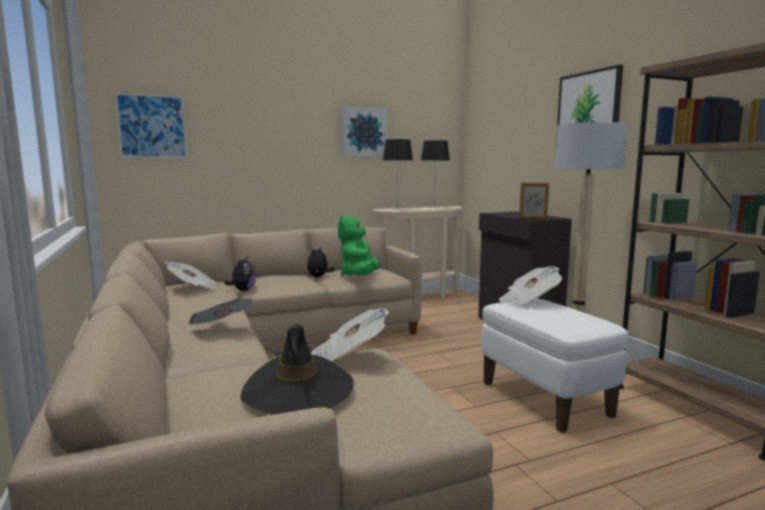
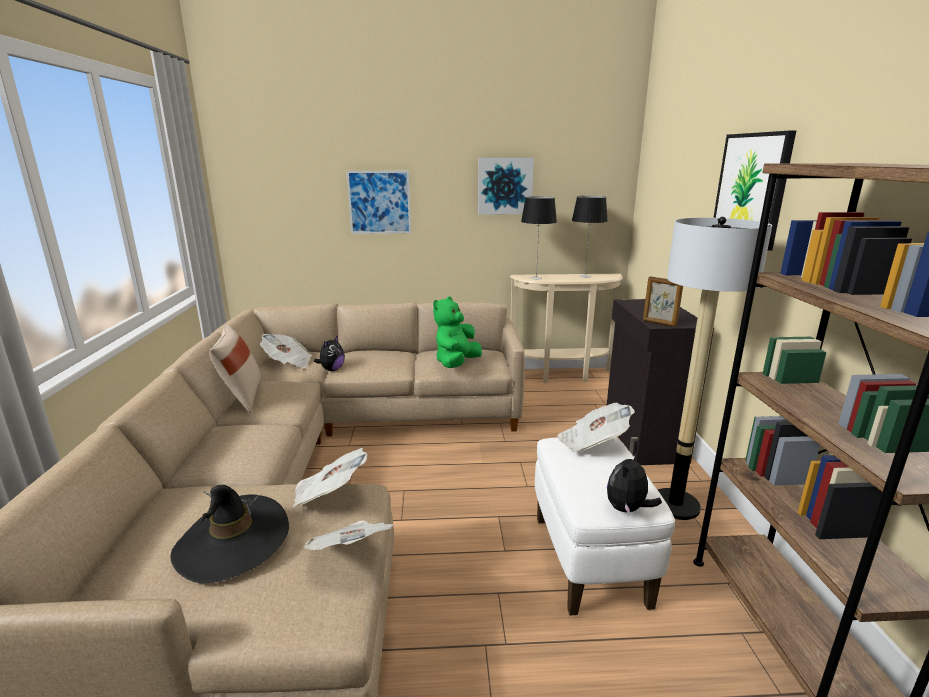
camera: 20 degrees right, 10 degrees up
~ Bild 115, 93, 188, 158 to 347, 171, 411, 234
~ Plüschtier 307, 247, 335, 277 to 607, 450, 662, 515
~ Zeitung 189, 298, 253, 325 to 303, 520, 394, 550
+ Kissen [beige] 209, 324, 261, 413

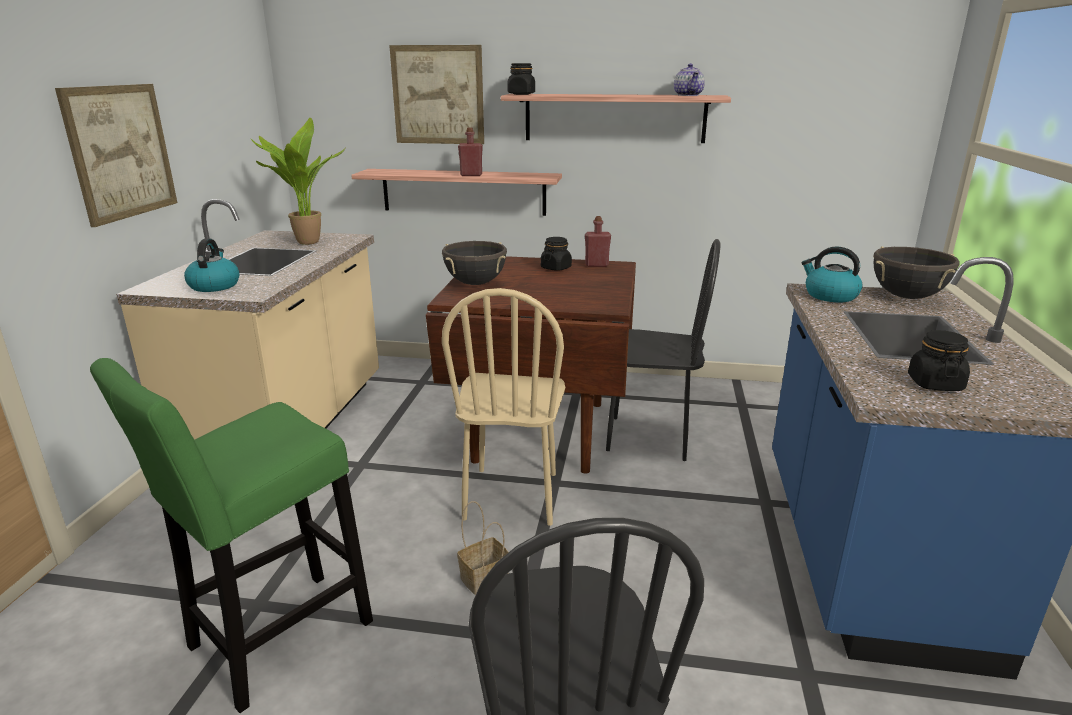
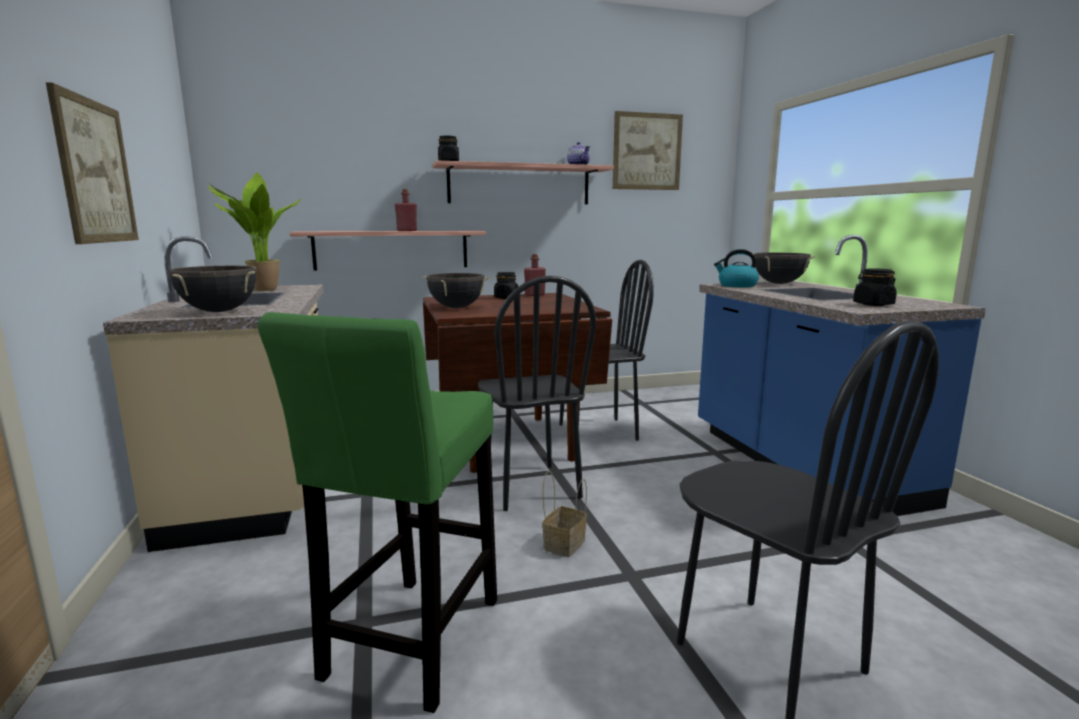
camera: 25 degrees left, 10 degrees down
~ Bild 389, 45, 484, 144 to 613, 111, 683, 190
~ Wasserkessel 184, 239, 239, 292 to Kochtopf [schwarz] 169, 266, 257, 312
~ Stuhl [beige] 442, 288, 565, 526 to Stuhl [schwarz] 478, 276, 596, 511

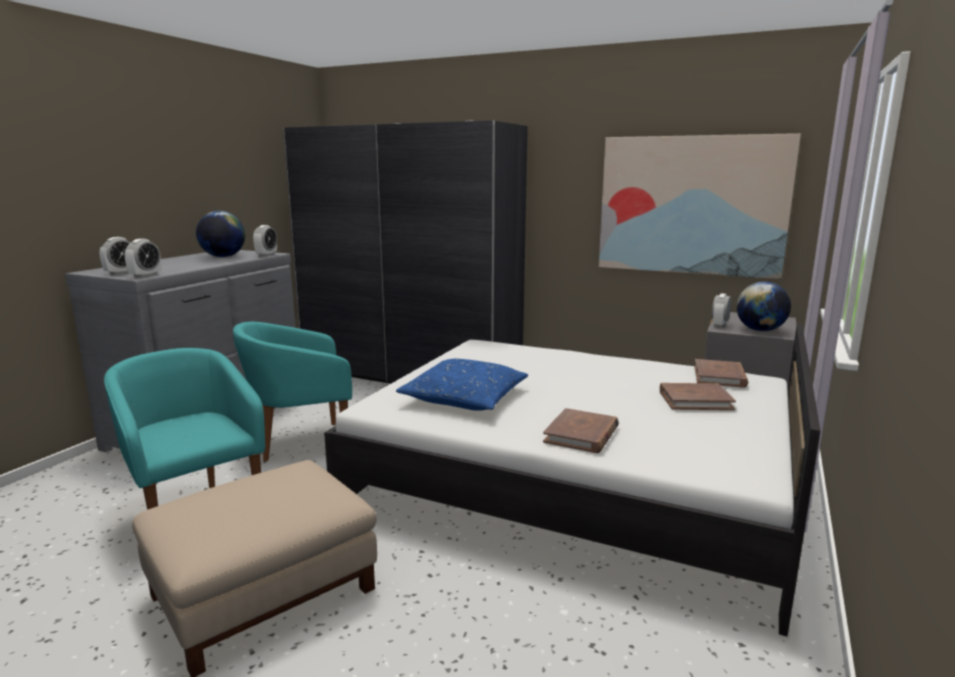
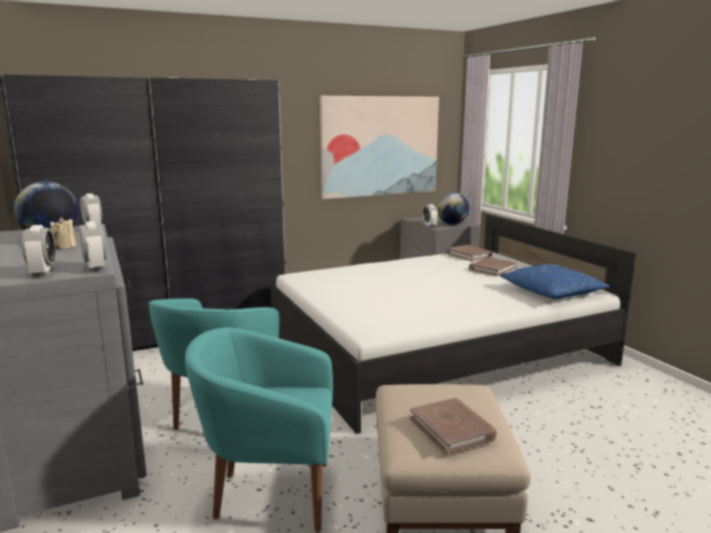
camera: 50 degrees left, 0 degrees up
~ Kissen [blau] 396, 359, 528, 411 to 499, 264, 610, 299
~ Buch [braun] 543, 408, 619, 453 to 410, 398, 497, 454
+ Kerze [beige] 50, 217, 76, 248

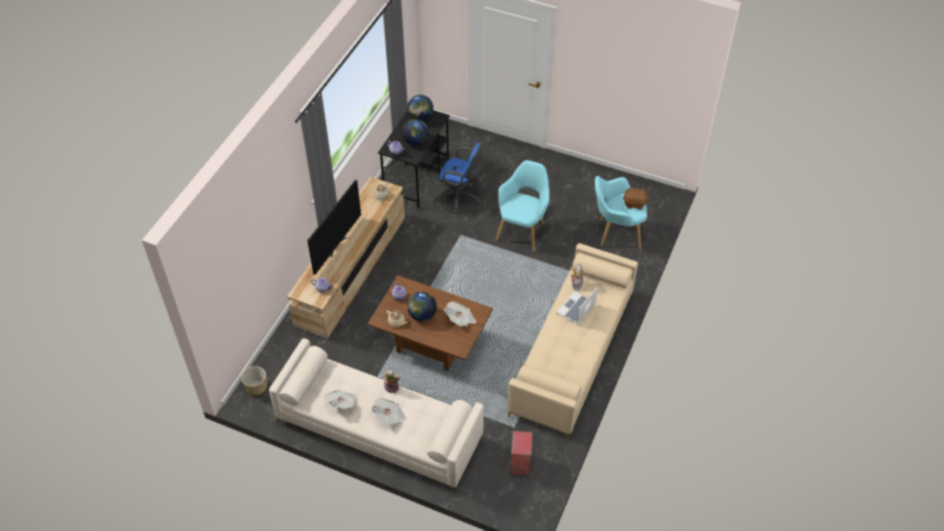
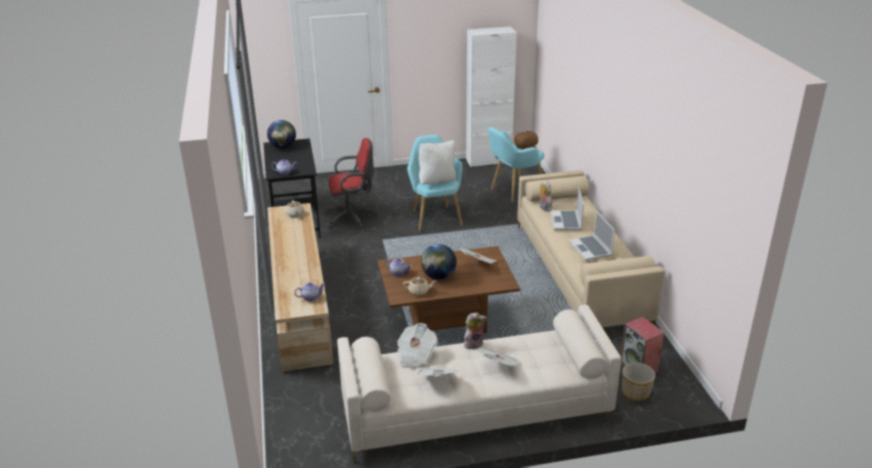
camera: 35 degrees left, 20 degrees down
- Globus 402, 119, 428, 145
~ Bürostuhl [blau] 433, 143, 482, 214 to Bürostuhl [rot] 325, 138, 376, 229
- Fernseher 307, 180, 361, 275
~ Pflanzkübel 241, 366, 267, 395 to 622, 363, 655, 401
+ Schrank [weiß] 466, 26, 517, 167
+ Kissen [weiß] 419, 140, 456, 184
+ Laptop 569, 211, 615, 261
+ Zeitung 397, 323, 437, 367

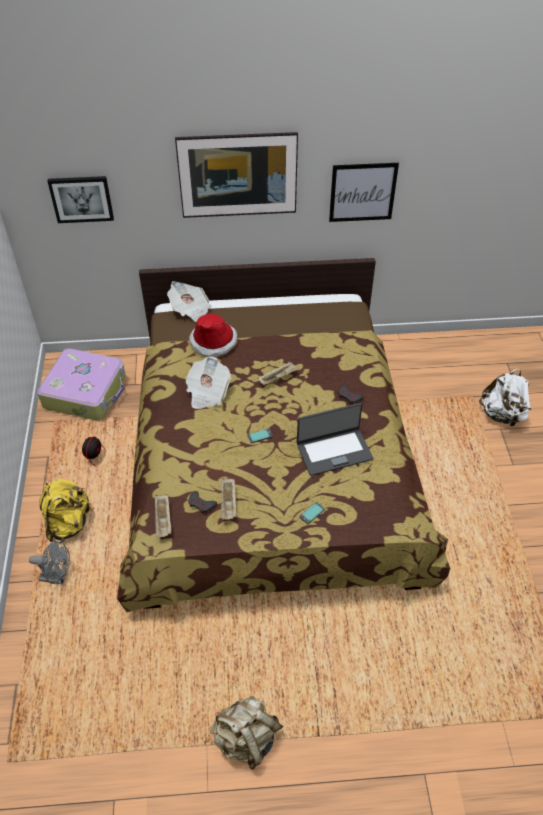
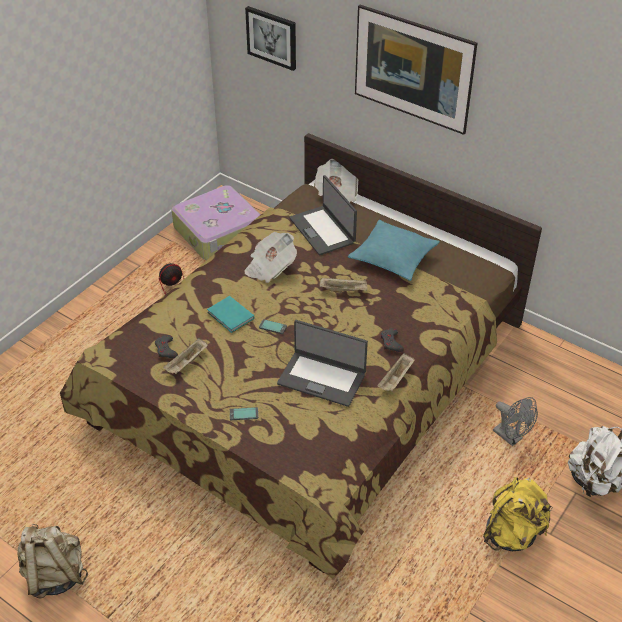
camera: 40 degrees right, 5 degrees down
- Bild 329, 163, 399, 222
~ Hut 189, 314, 238, 357 to Laptop 289, 175, 357, 255
~ Rucksack [gelb] 39, 478, 92, 543 to 483, 477, 553, 551
~ Tablett [beige] 155, 494, 171, 537 to 377, 353, 415, 391
~ Ventilator [grau] 29, 539, 70, 584 to 493, 397, 538, 446
+ Kissen [türkis] 348, 220, 440, 281
+ Buch [türkis] 207, 296, 254, 333

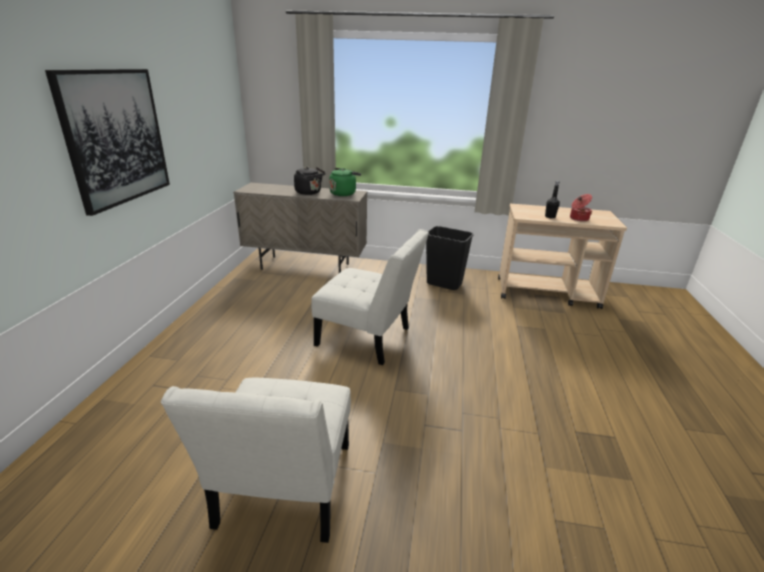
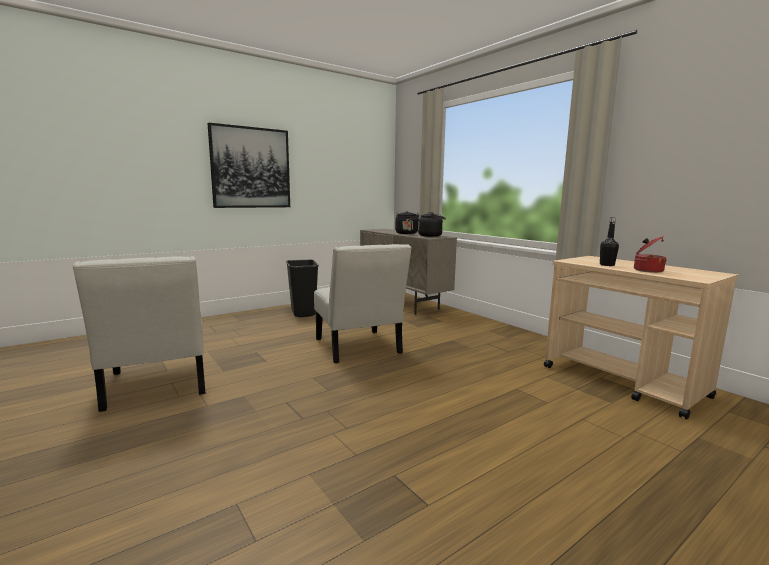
camera: 45 degrees right, 15 degrees down
~ Wasserkessel [grün] 329, 168, 361, 196 to Wasserkessel [schwarz] 418, 212, 446, 237
~ Mülleimer [schwarz] 426, 226, 473, 290 to 286, 260, 319, 317
~ Stuhl [weiß] 161, 378, 351, 543 = 73, 256, 205, 412 75 degrees counterclockwise

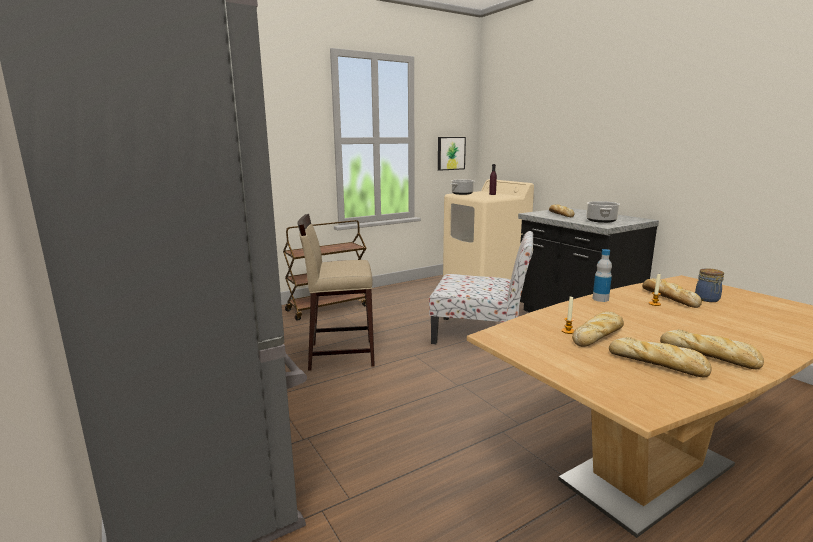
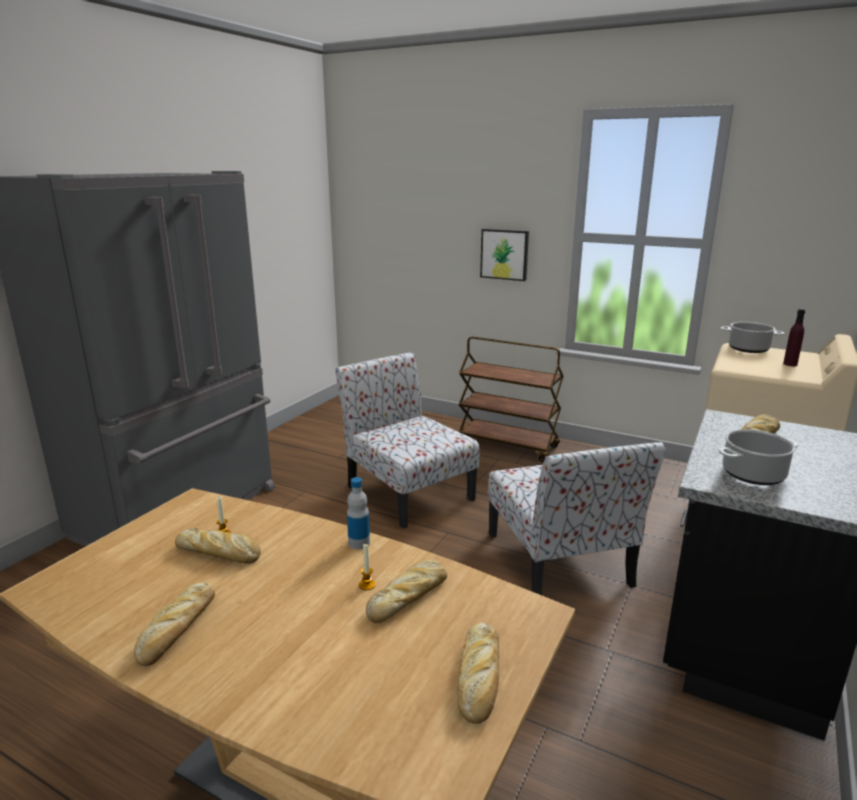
camera: 60 degrees right, 5 degrees up
~ Bild 438, 137, 466, 171 to 480, 229, 529, 281
~ Hocker [beige] 297, 214, 375, 371 to Stuhl 336, 352, 480, 529
- Vorratsglas 695, 268, 724, 302
~ Brot 609, 337, 712, 377 to 457, 622, 499, 724

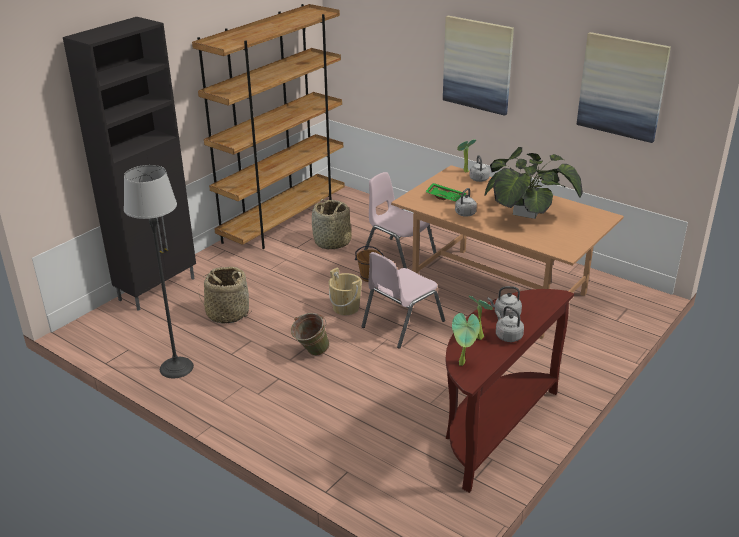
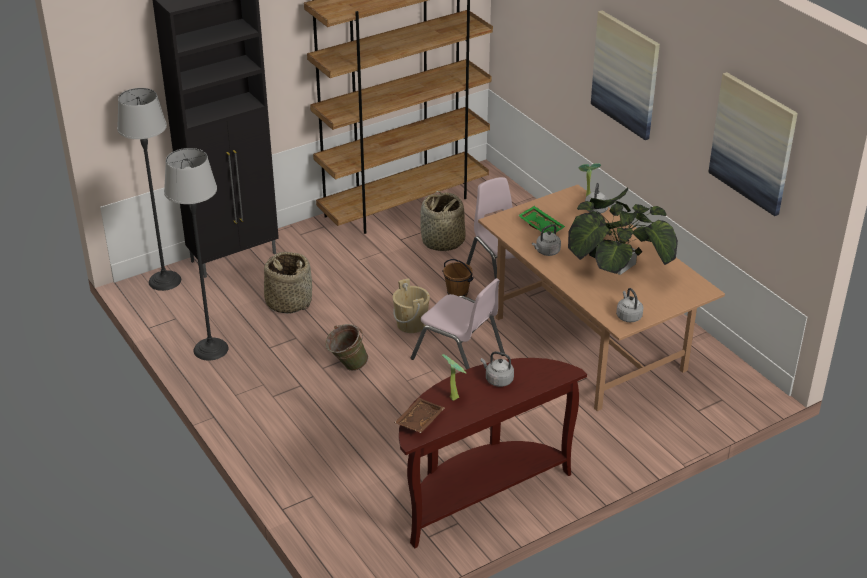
camera: 20 degrees right, 5 degrees up
~ Stuhl [rosa] 361, 252, 445, 349 = 411, 278, 505, 370 120 degrees counterclockwise
~ Wasserkessel [grau] 496, 306, 524, 342 to 616, 288, 643, 322
~ Topfpflanze 452, 313, 480, 366 to Tablett [braun] 394, 398, 445, 433
+ Stehlampe 117, 88, 181, 291

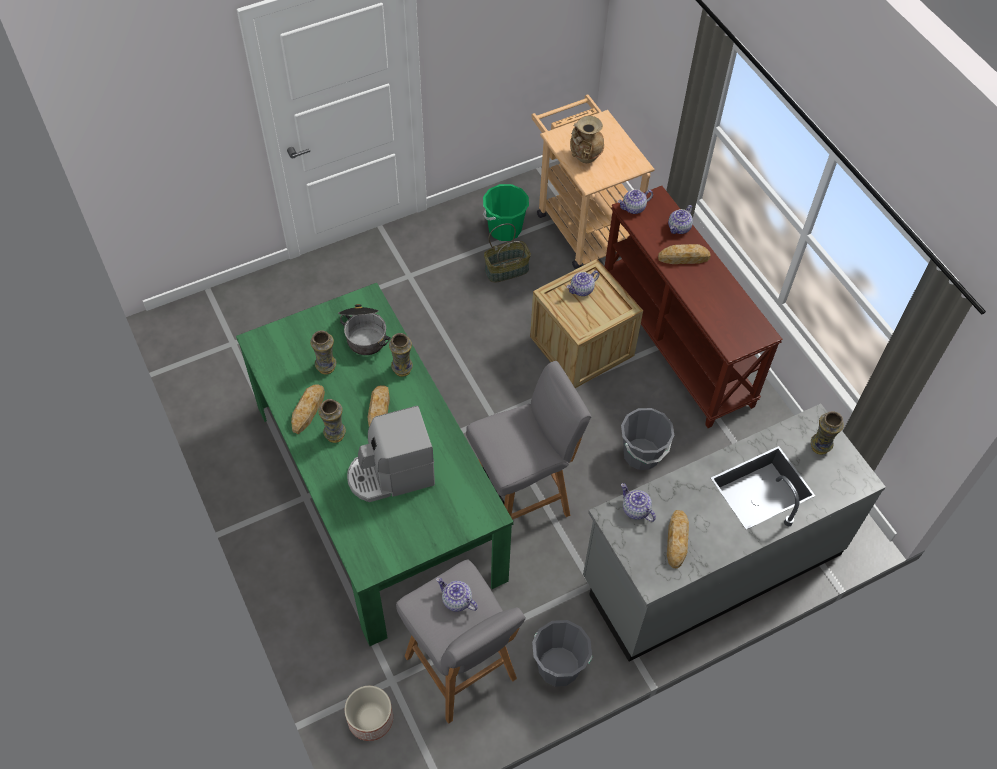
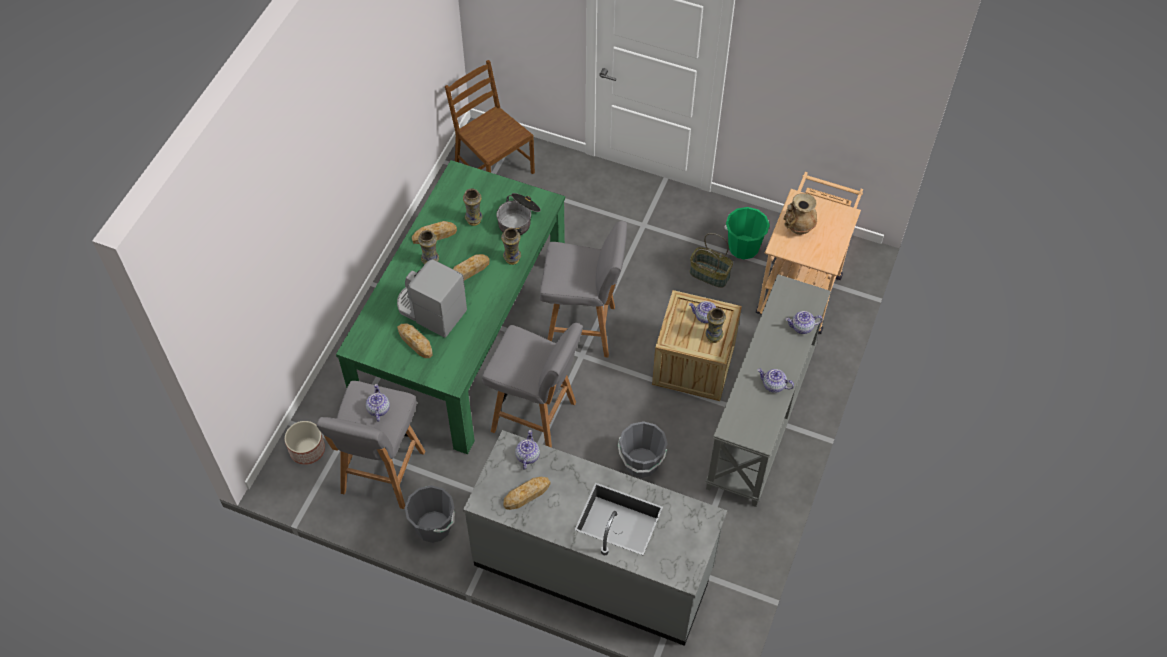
camera: 50 degrees right, 0 degrees up
~ Konsolentisch [braun] 604, 186, 783, 428 to Konsolentisch [grau] 705, 274, 831, 507
~ Teekanne 618, 189, 653, 214 to 758, 369, 794, 393
~ Brot 658, 244, 711, 264 to 397, 323, 433, 358
~ Vase 811, 411, 844, 455 to 705, 308, 726, 343
+ Stuhl [braun] 445, 60, 535, 174
+ Hocker [grau] 540, 221, 627, 358

